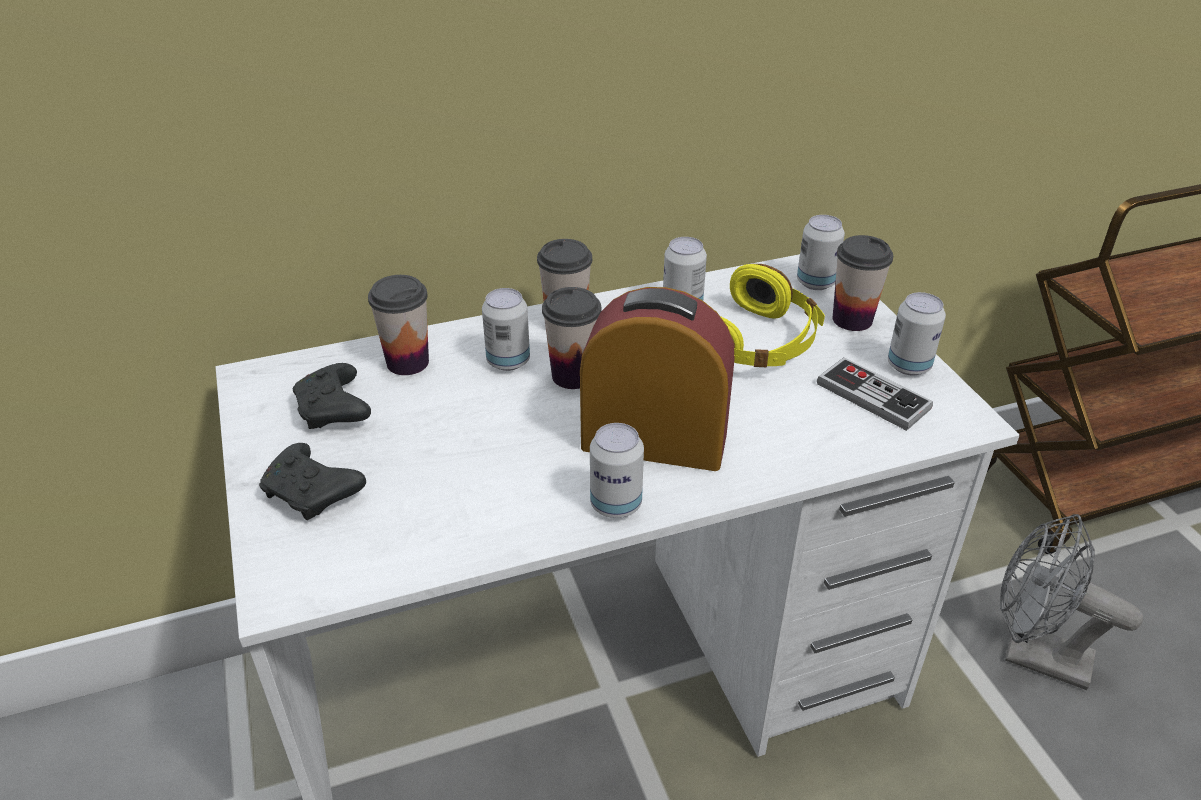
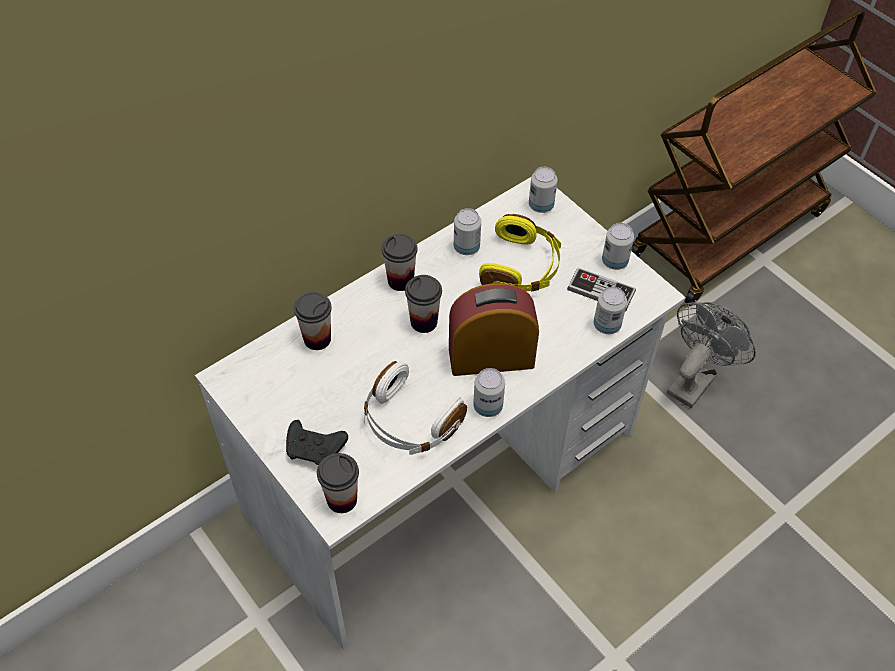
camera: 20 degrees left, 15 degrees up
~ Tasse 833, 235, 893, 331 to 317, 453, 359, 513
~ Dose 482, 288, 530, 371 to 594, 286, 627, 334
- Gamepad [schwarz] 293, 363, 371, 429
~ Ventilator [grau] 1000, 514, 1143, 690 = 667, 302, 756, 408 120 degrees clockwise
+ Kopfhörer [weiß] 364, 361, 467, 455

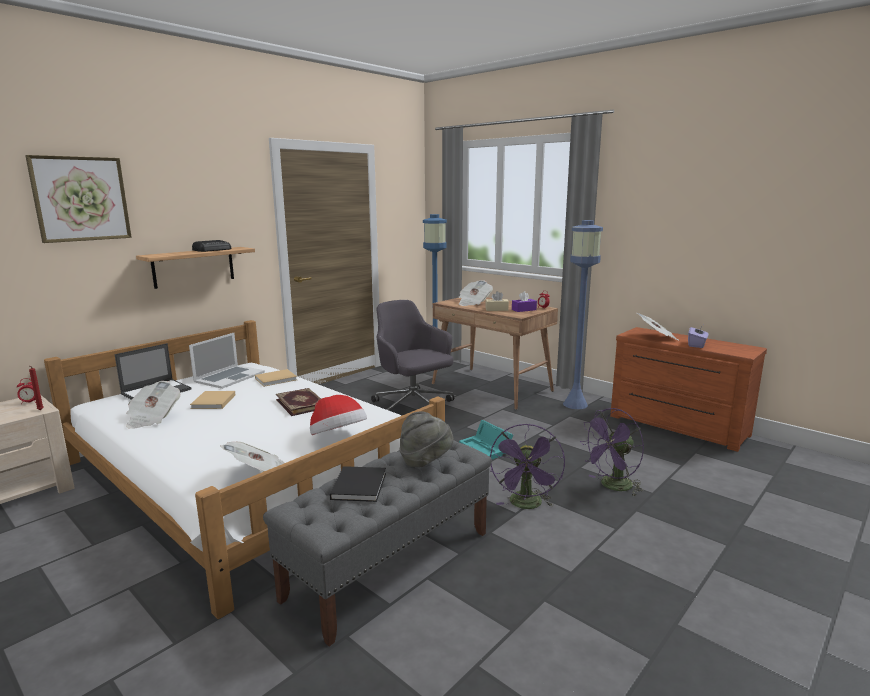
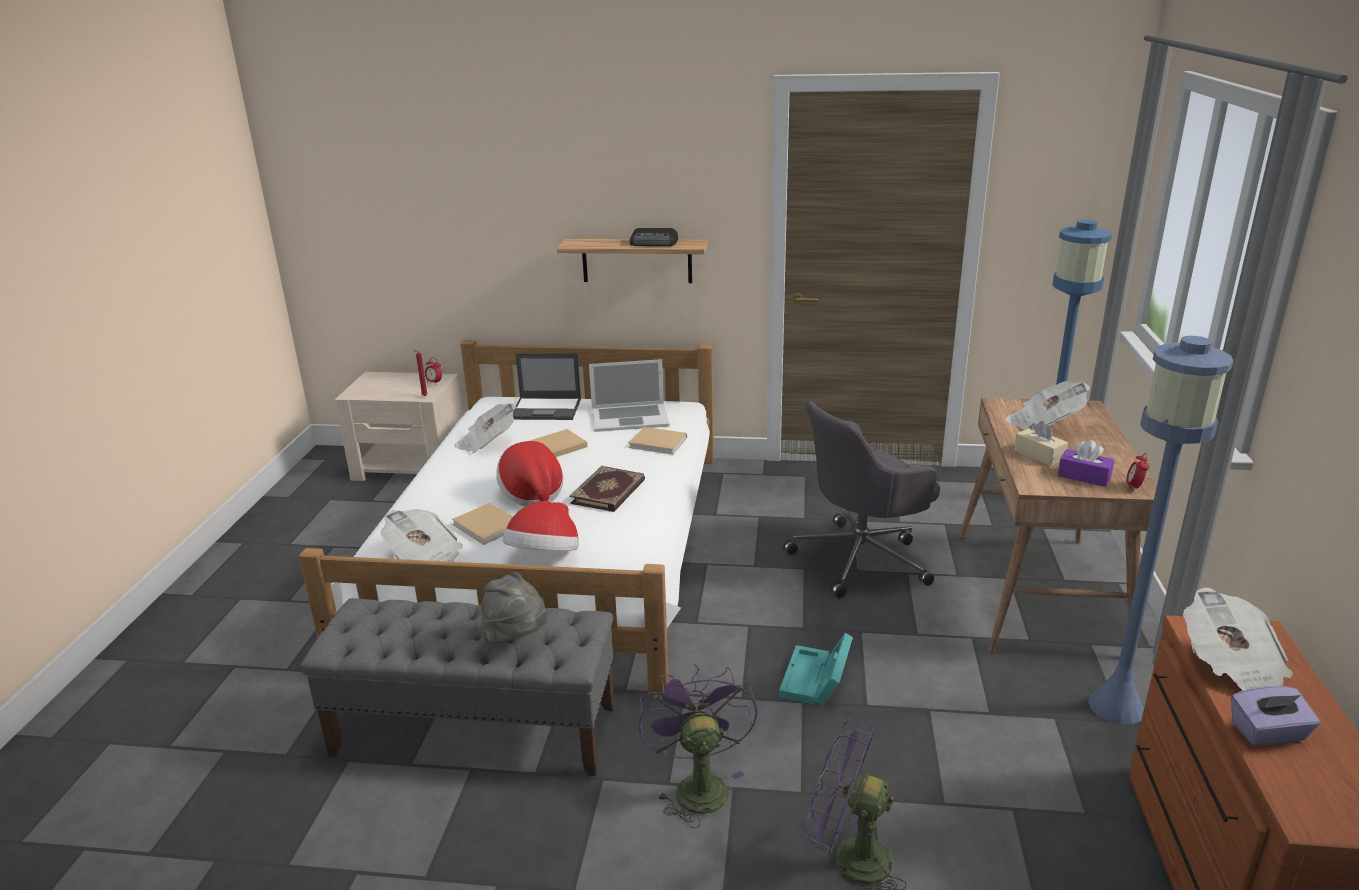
camera: 55 degrees right, 10 degrees up
- Bild 25, 155, 132, 243
~ Bürostuhl [grau] 371, 300, 454, 410 = 783, 401, 940, 598 135 degrees counterclockwise
~ Ventilator [lila] 490, 424, 565, 509 = 639, 664, 758, 828 105 degrees clockwise
- Buch [schwarz] 330, 466, 386, 502
+ Hut 496, 441, 563, 506
+ Buch [beige] 452, 503, 513, 545

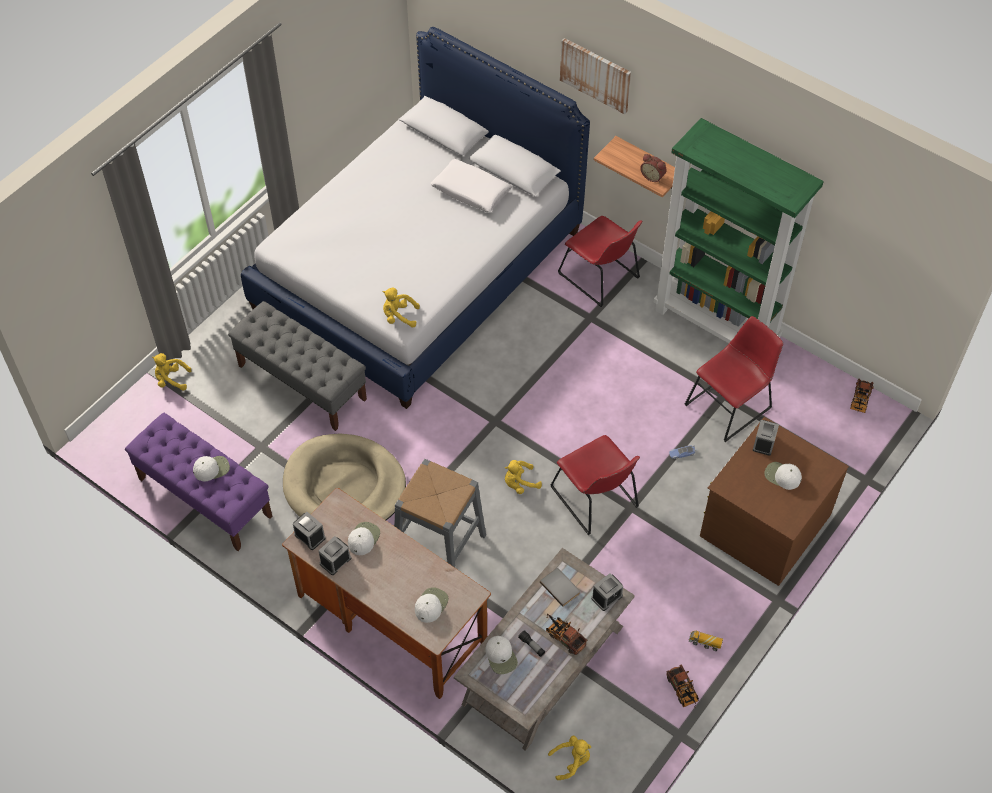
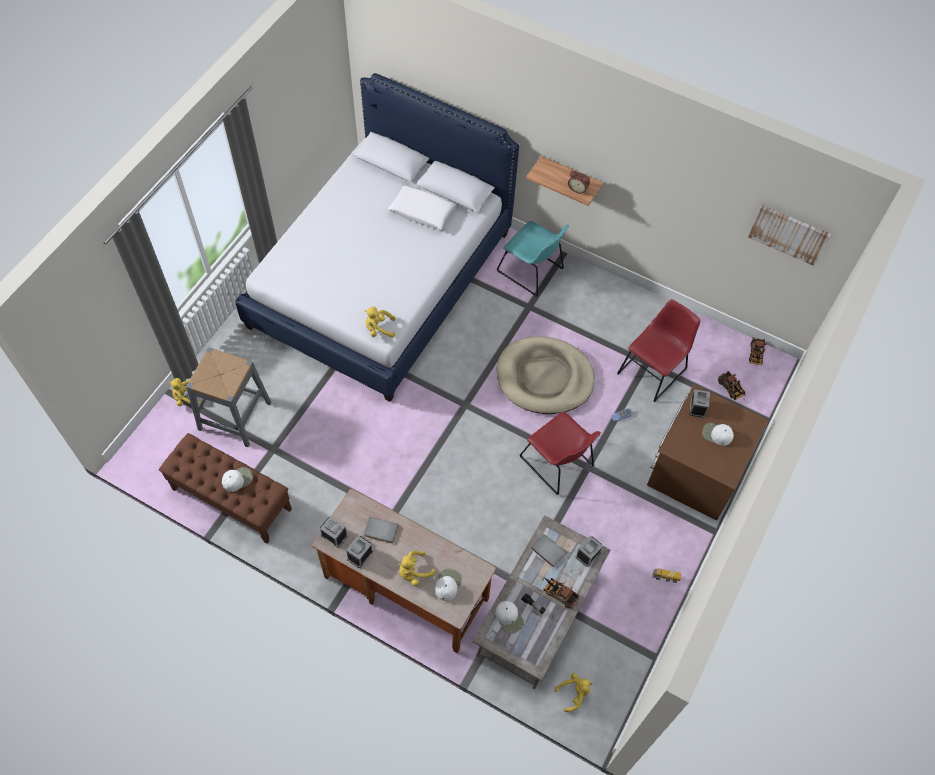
camera: 10 degrees left, 5 degrees up
~ Bild 560, 38, 631, 114 to 748, 205, 831, 266
- Bücherregal [grün] 653, 118, 824, 343
~ Stuhl [rot] 558, 216, 642, 307 to Stuhl [türkis] 497, 221, 569, 297
- Bank [grau] 228, 301, 367, 431
~ Bank [lila] 125, 413, 272, 551 to Bank [braun] 159, 433, 292, 544
~ Hundebett [beige] 283, 433, 406, 520 to 497, 336, 595, 414
~ Hocker [grau] 395, 459, 486, 568 to 186, 347, 271, 447
~ Plüschtier [gelb] 505, 460, 542, 494 to 398, 550, 435, 586
~ Kappe [weiß] 348, 522, 380, 555 to Buch [grau] 364, 517, 399, 543
~ Spielzeuglaster 666, 664, 699, 707 to 718, 371, 746, 400

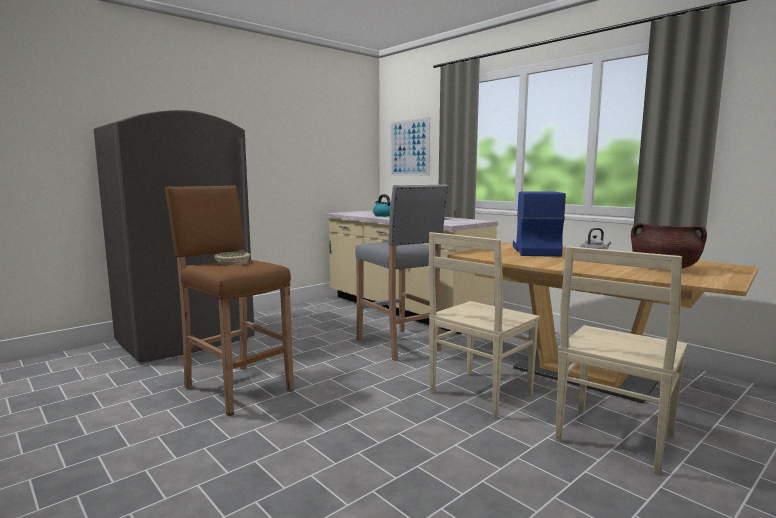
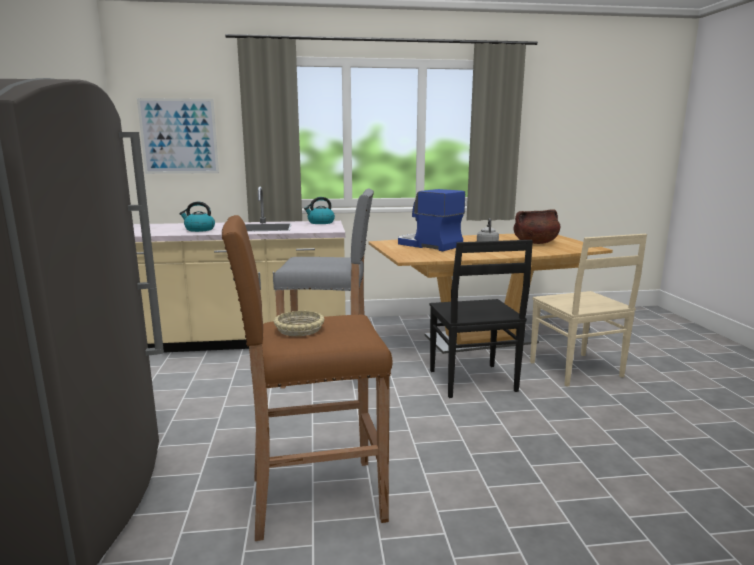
camera: 55 degrees left, 5 degrees up
~ Stuhl [beige] 429, 232, 540, 418 to Stuhl [schwarz] 430, 240, 533, 398
+ Wasserkessel 304, 197, 335, 224

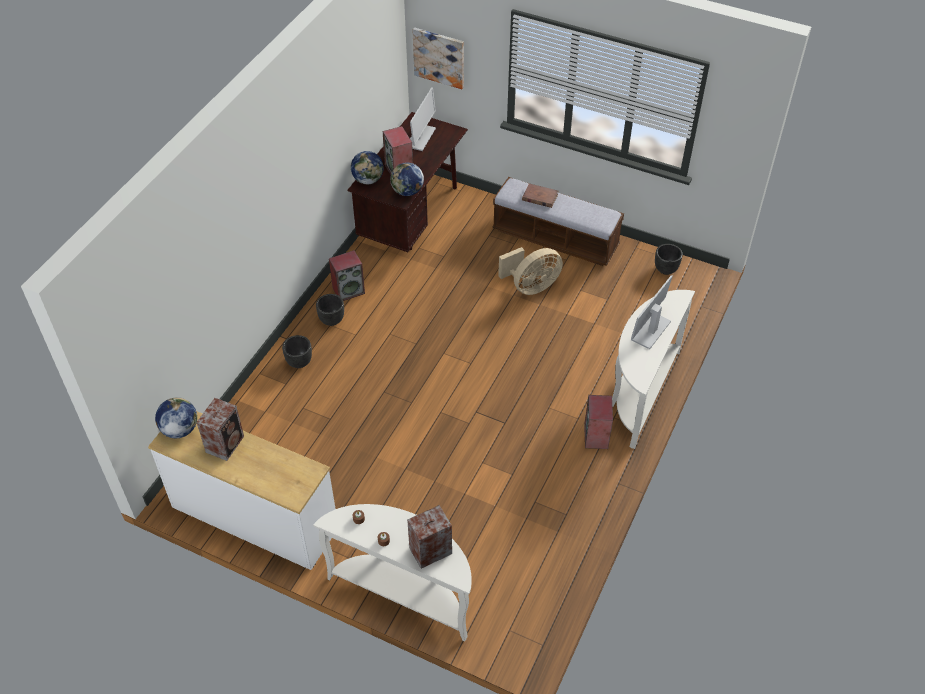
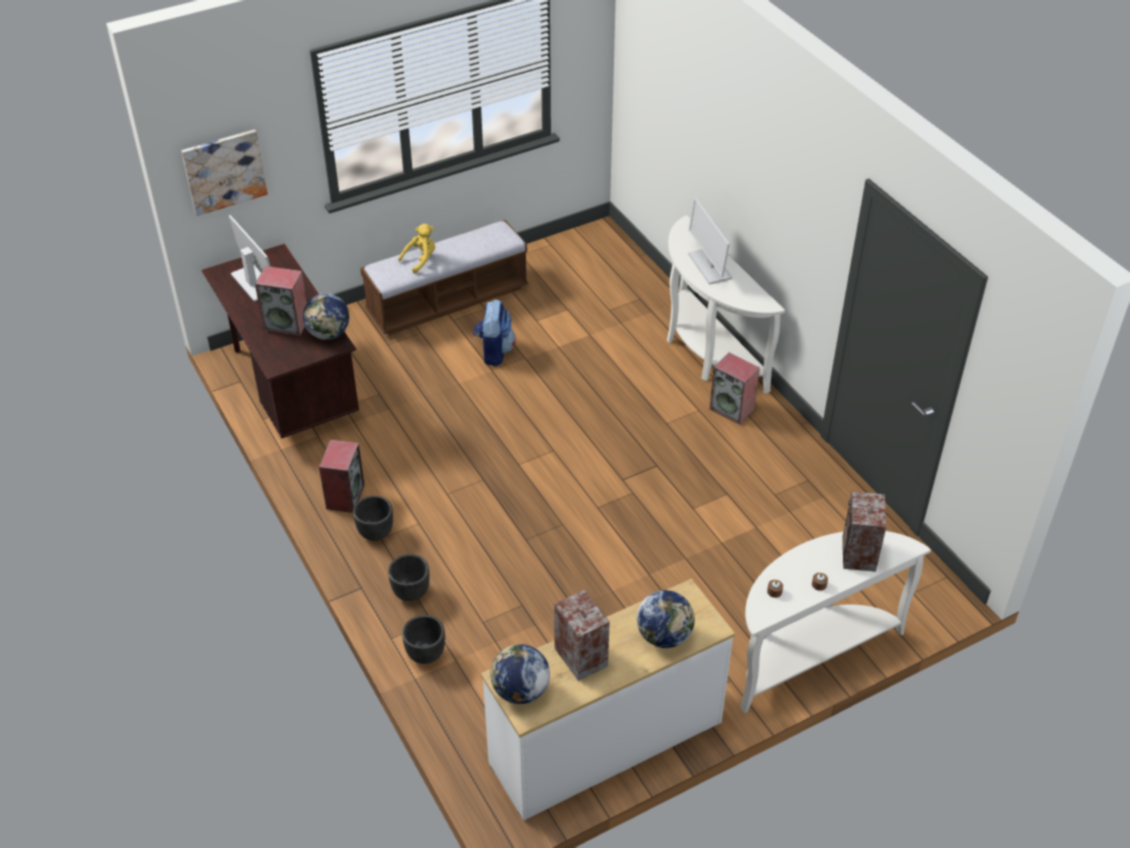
camera: 55 degrees left, 5 degrees down
~ Globus 351, 151, 384, 184 to 637, 590, 695, 648
~ Buch [braun] 522, 183, 558, 208 to Plüschtier [gelb] 398, 224, 435, 274
~ Pflanzkübel [schwarz] 655, 244, 683, 275 to 402, 615, 445, 664
~ Ventilator [beige] 498, 247, 563, 295 to Rucksack 474, 299, 516, 366

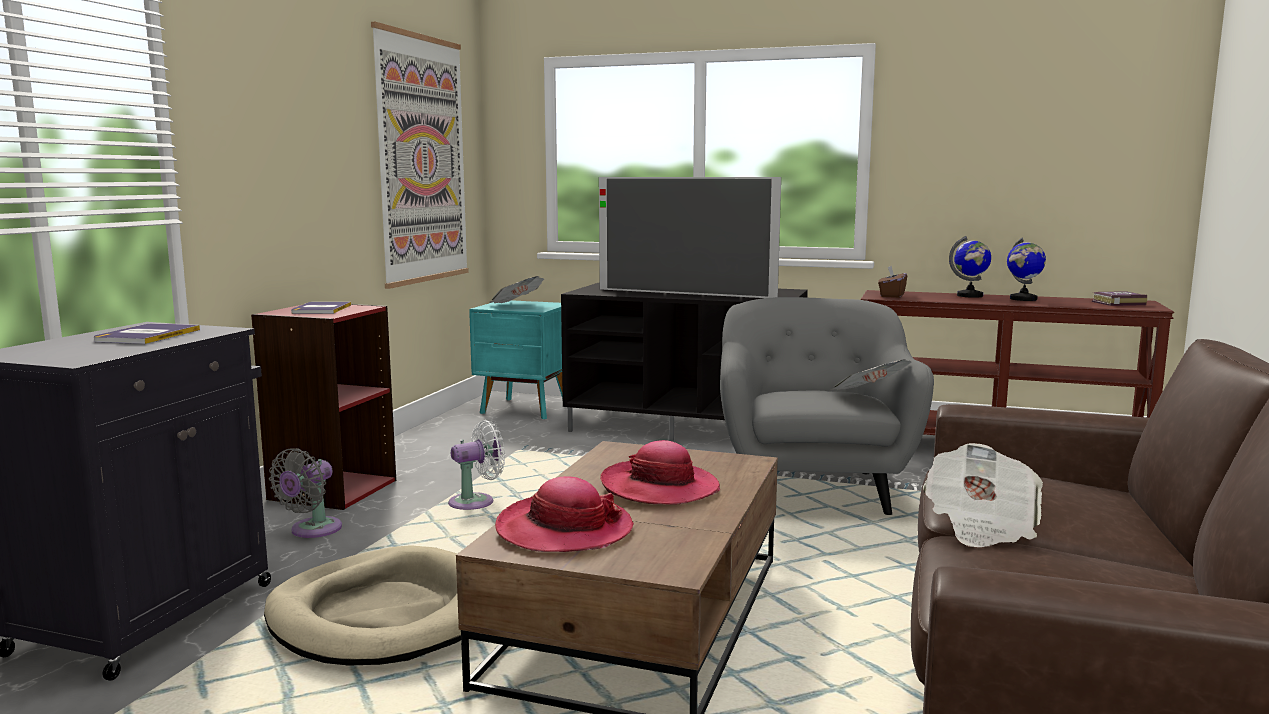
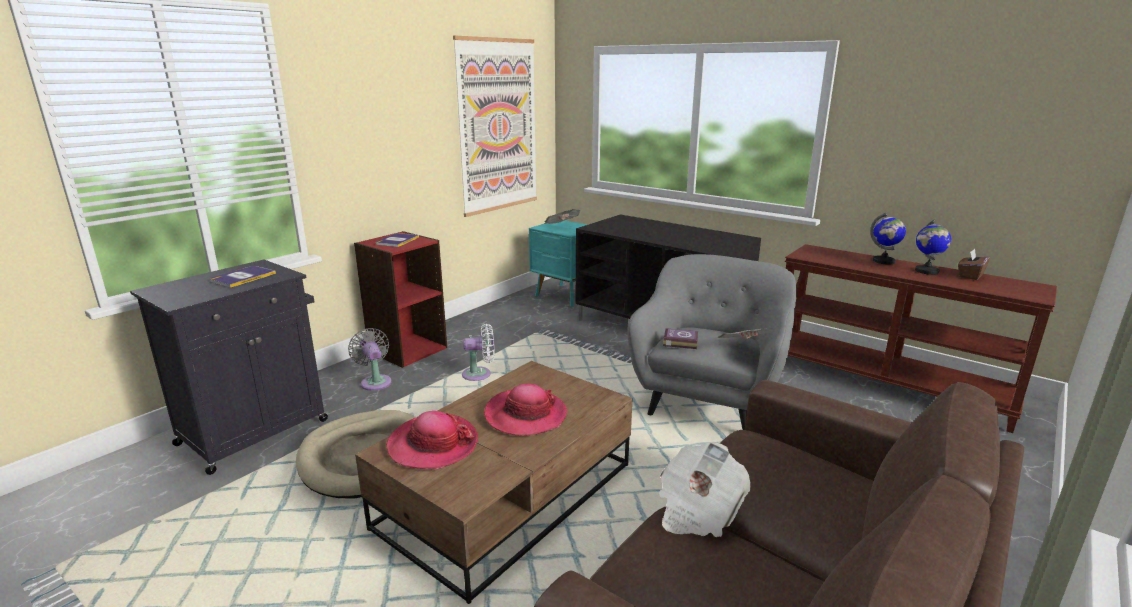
camera: 20 degrees right, 10 degrees up
- Fernseher 599, 177, 781, 298
~ Taschentuchbox [braun] 878, 266, 907, 298 to 958, 249, 990, 280
~ Buch 1091, 291, 1147, 306 to 663, 328, 698, 349
~ Ventilator [grau] 269, 448, 342, 538 = 348, 328, 392, 391 105 degrees clockwise

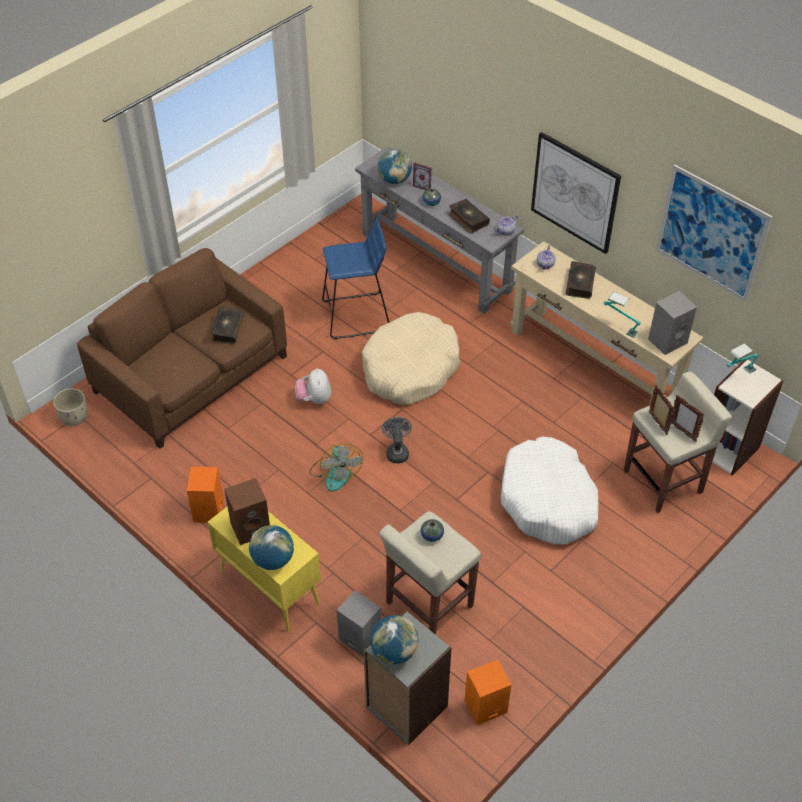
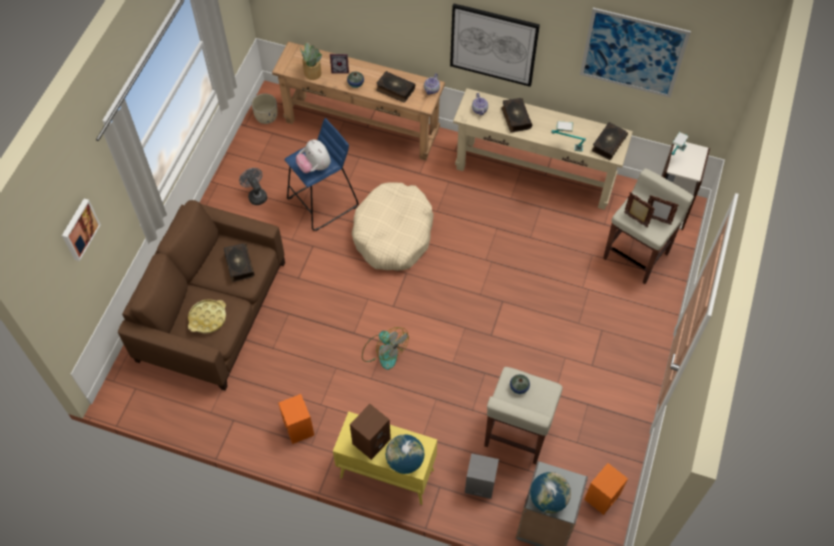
camera: 25 degrees left, 10 degrees up
~ Konsolentisch [grau] 355, 147, 524, 314 to Konsolentisch [braun] 272, 41, 445, 161
~ Globus 377, 149, 412, 184 to Topfpflanze 300, 42, 322, 80
~ Lautsprecher [grau] 648, 291, 697, 355 to Buch 591, 122, 628, 160
~ Plüschtier 295, 368, 331, 404 to 296, 139, 331, 173
~ Pflanzkübel [beige] 53, 388, 88, 426 to 252, 93, 278, 124
~ Ventilator [grau] 382, 417, 412, 463 to 239, 168, 267, 205
- Hundebett [weiß] 501, 436, 599, 544
+ Bild 62, 199, 101, 261
+ Tablett [gelb] 188, 299, 226, 333

